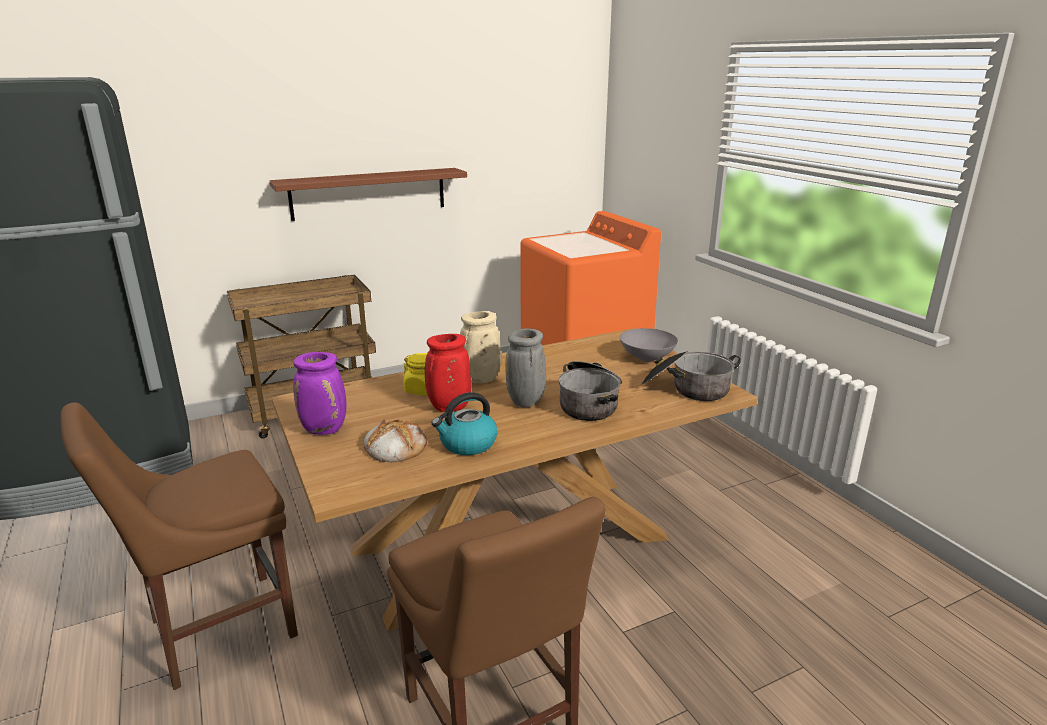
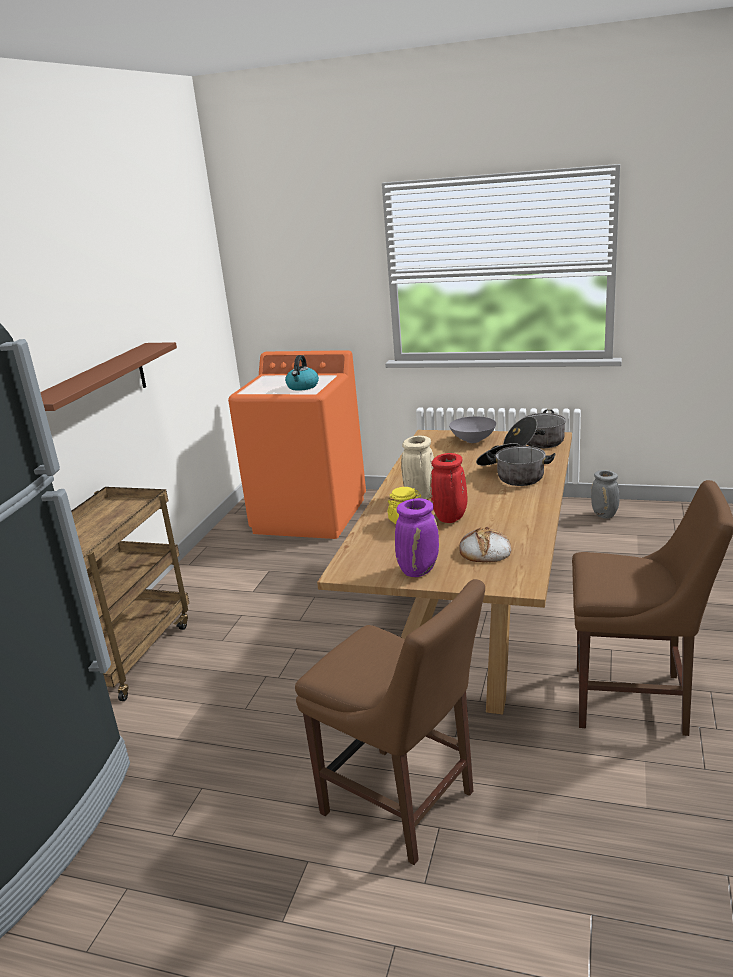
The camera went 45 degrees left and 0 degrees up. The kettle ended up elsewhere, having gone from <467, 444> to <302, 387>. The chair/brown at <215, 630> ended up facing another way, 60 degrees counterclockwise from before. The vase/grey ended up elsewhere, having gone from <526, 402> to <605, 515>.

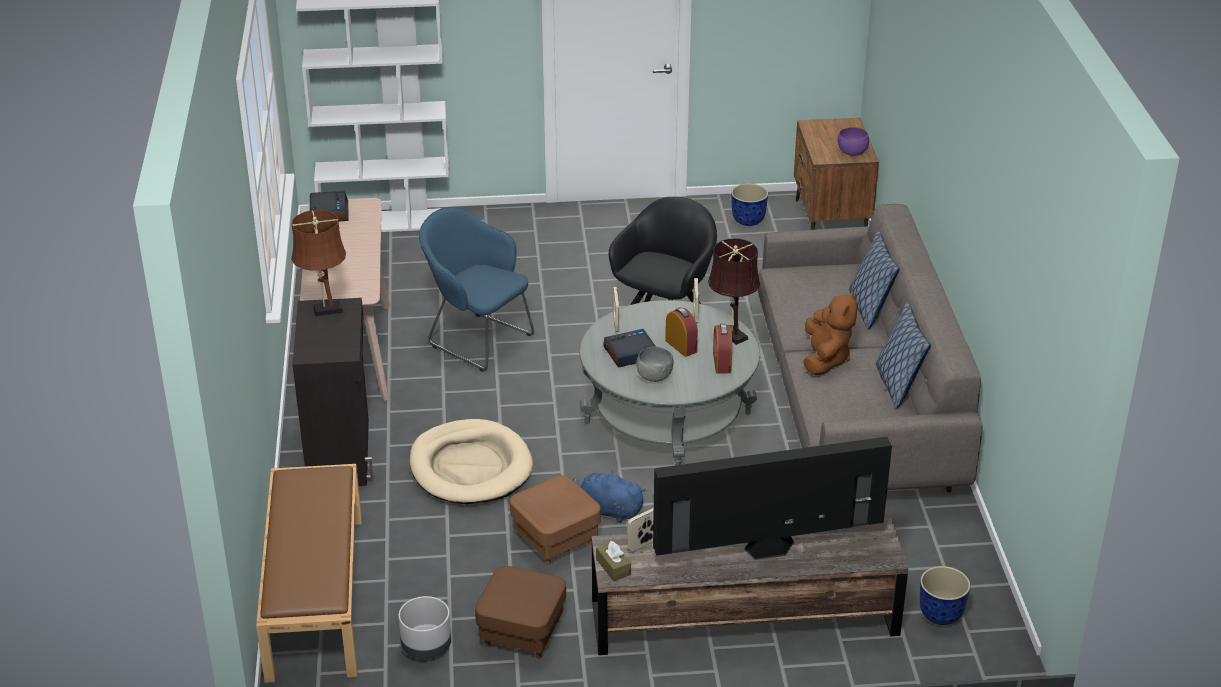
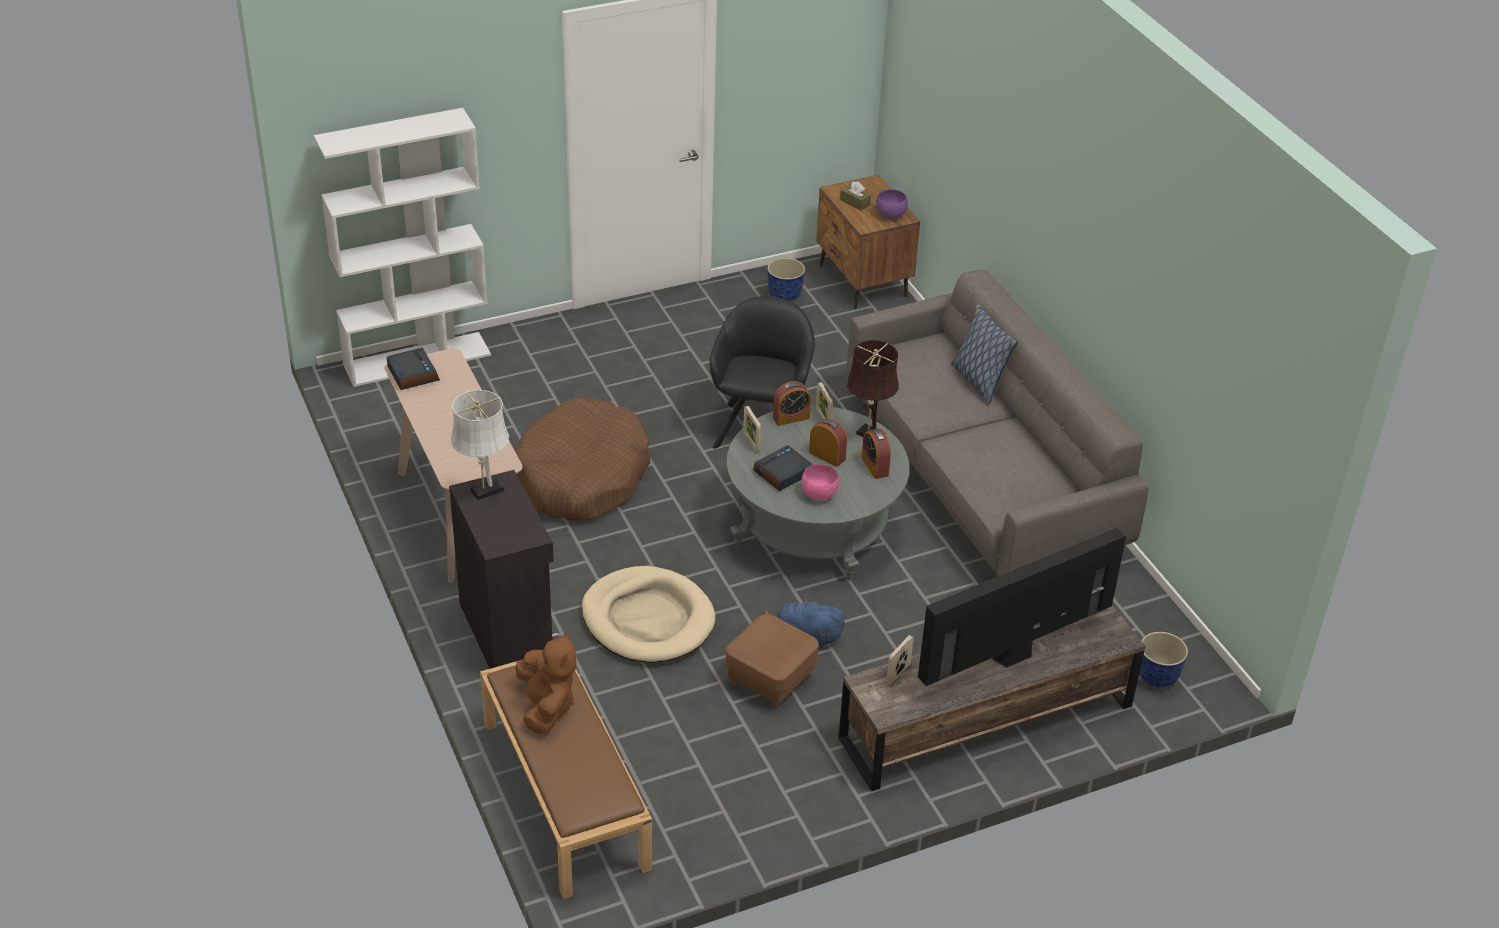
The camera went 20 degrees left and 5 degrees up. What was the table lamp/brown at <324, 310> turned into the table lamp/white at <484, 491>. Where the armchair/blue stood at <477, 339>, the dog bed/brown came to stand at <581, 477>. The plush toy/brown ended up elsewhere, having gone from <825, 359> to <546, 707>. The second view gained the alarm clock at <791, 418>. What was the bowl/grey at <655, 377> turned into the bowl/pink at <819, 494>. The tissue box/brown ended up elsewhere, having gone from <613, 567> to <855, 202>. The second view lost the planter/grey at <426, 647>. The second view lost the ottoman/brown at <522, 632>. The second view lost the pillow at <897, 385>.

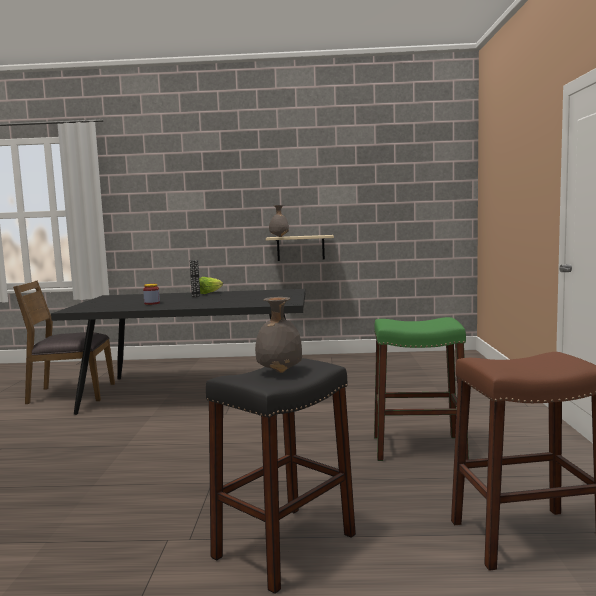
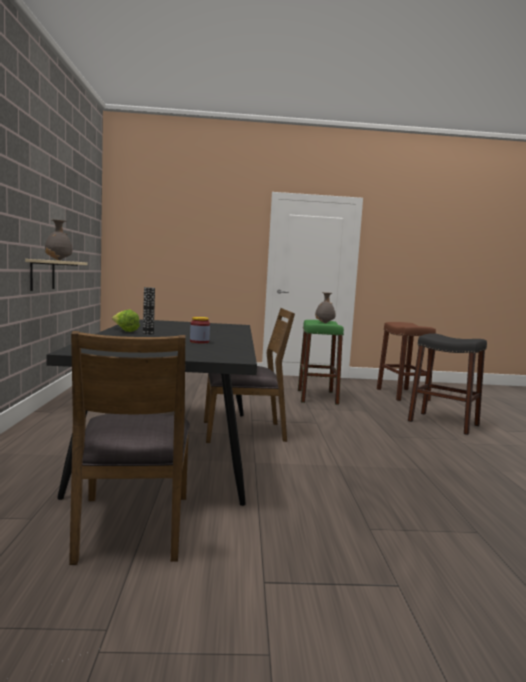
The camera went 95 degrees left and 0 degrees up. The second view gained the chair/brown at <244, 431>. The vase/grey ended up elsewhere, having gone from <278, 371> to <324, 323>.

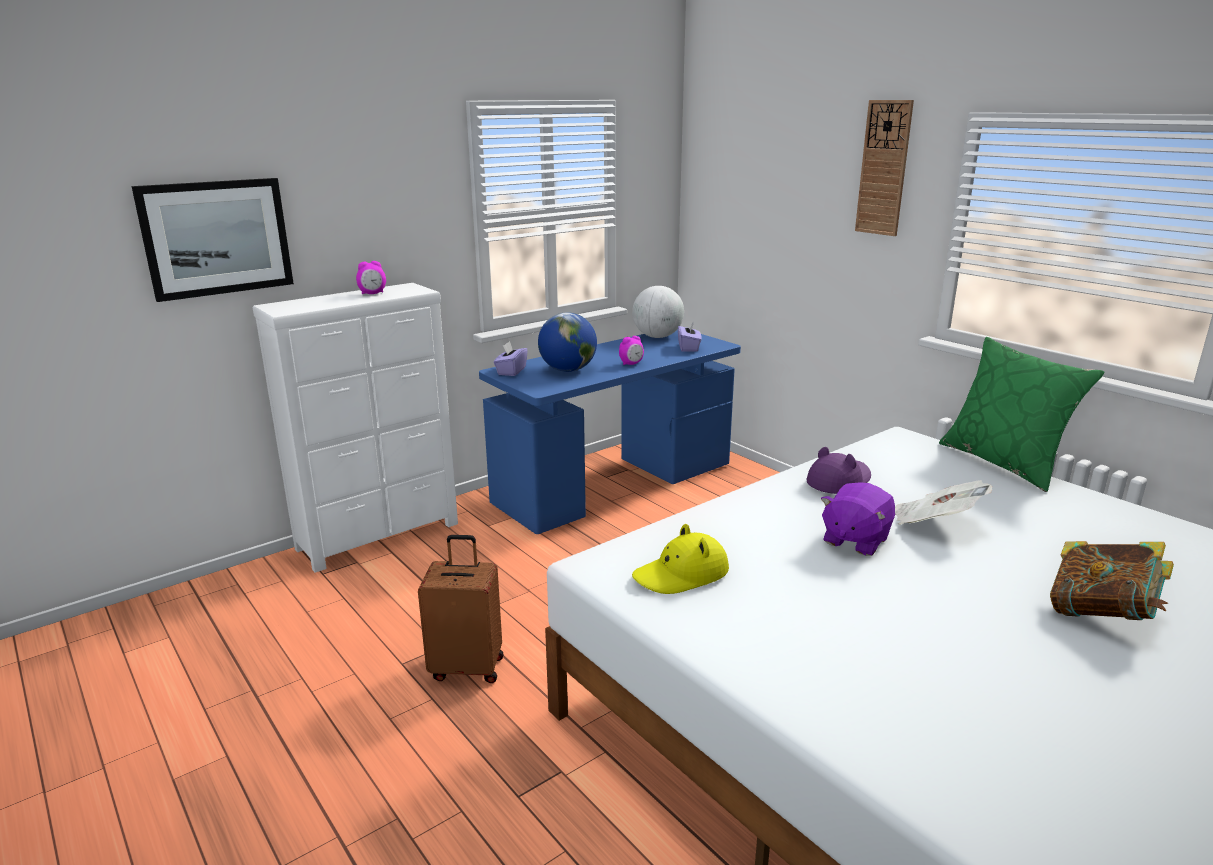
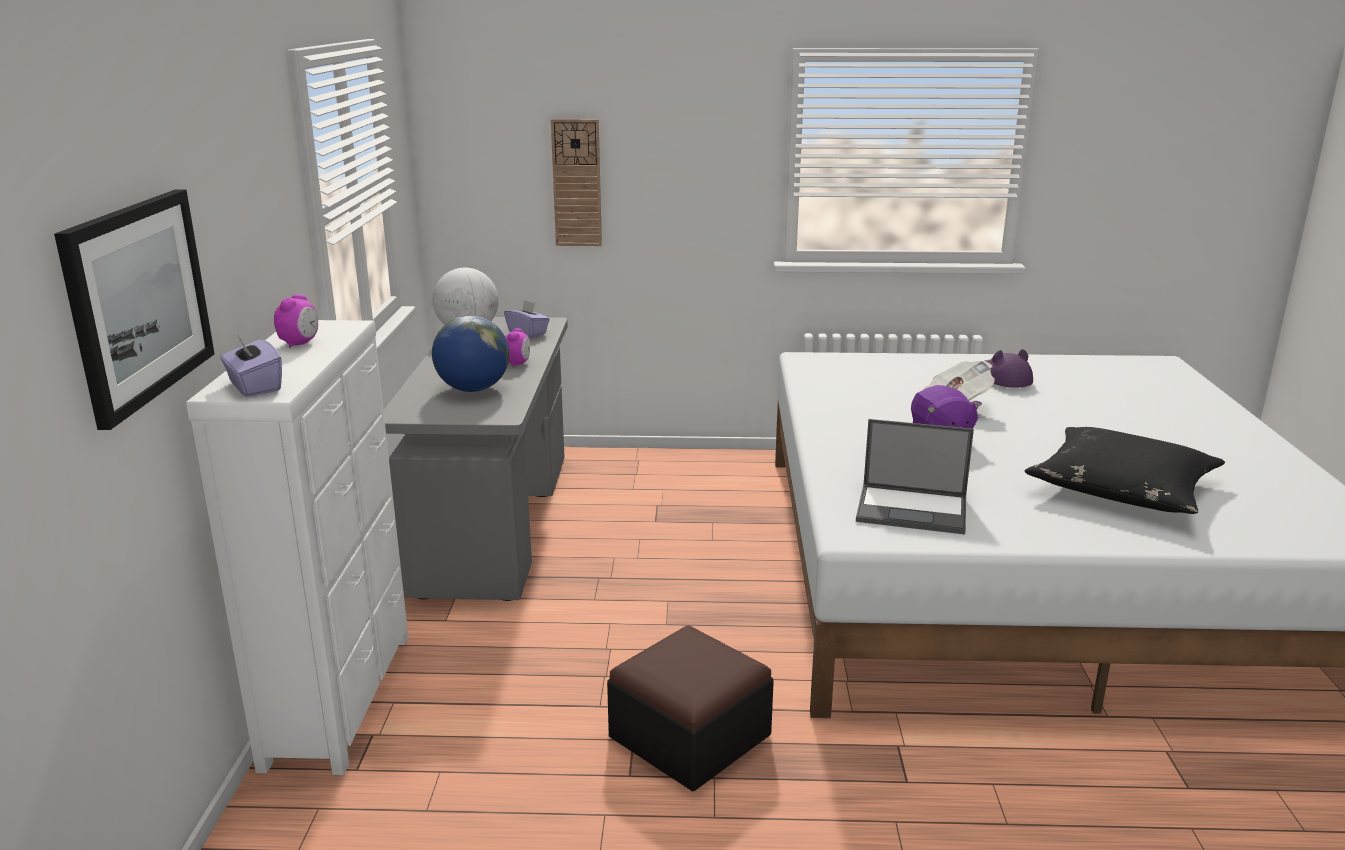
The camera went 50 degrees left and 0 degrees up. The tissue box/purple ended up elsewhere, having gone from <511, 371> to <254, 387>. What was the desk/blue at <615, 484> turned into the desk/grey at <494, 521>. The wall clock ended up elsewhere, having gone from <884, 168> to <577, 183>. Where the suitcase/brown stood at <467, 667>, the ottoman came to stand at <690, 736>. Where the hat/yellow stood at <681, 574>, the laptop came to stand at <913, 509>. The hat/purple ended up elsewhere, having gone from <838, 480> to <1003, 378>. The second view gained the pillow/black at <1122, 488>. The second view lost the pillow/green at <1004, 462>. The second view lost the book at <1101, 614>.

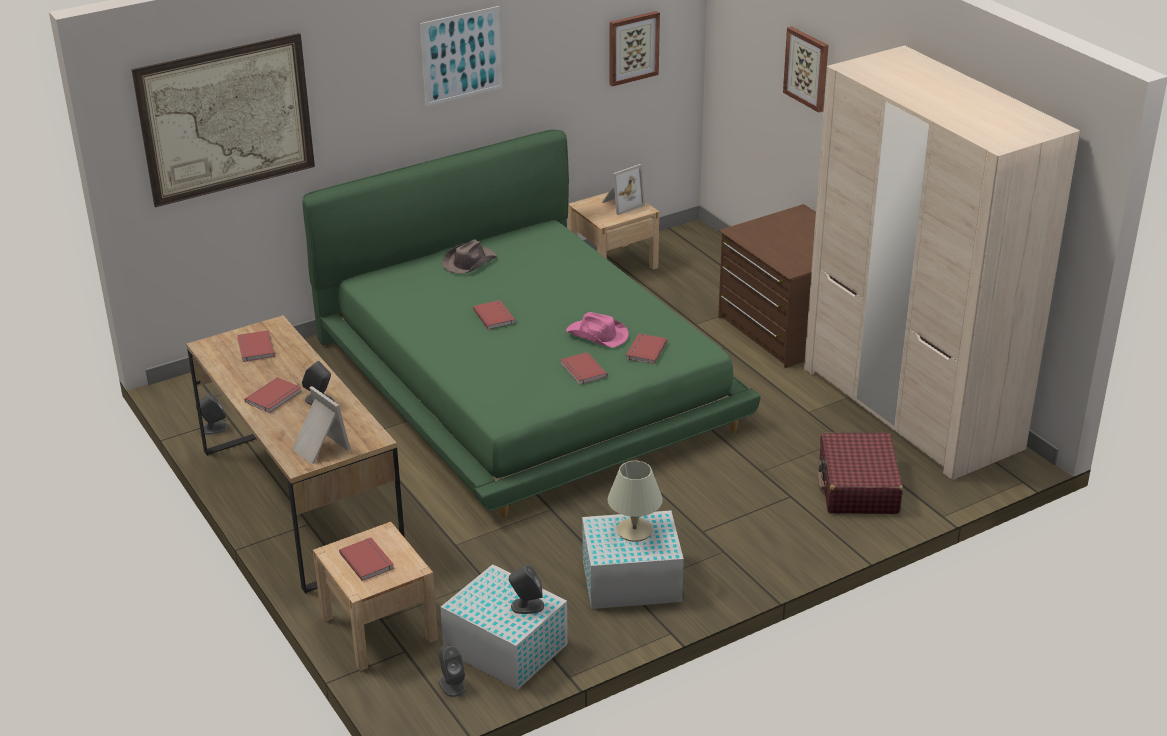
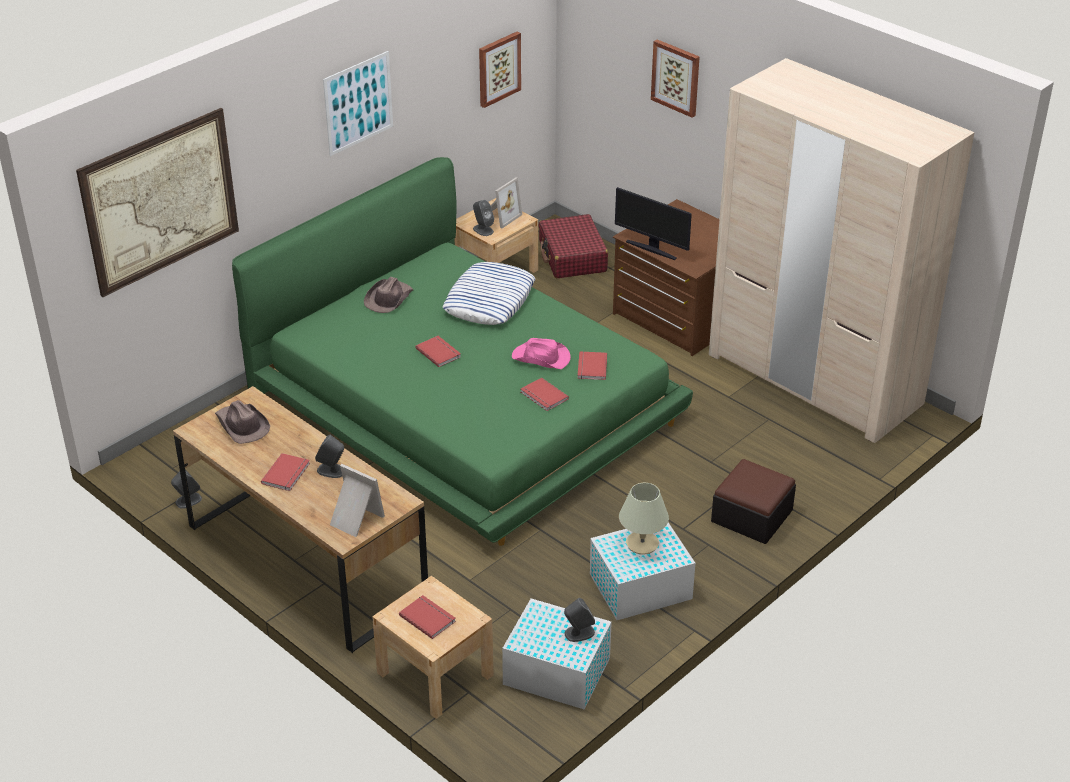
The camera went 15 degrees left and 5 degrees up. Where the book/red stood at <254, 348>, the hat/brown came to stand at <242, 425>. The second view gained the pillow at <489, 300>. The speaker/grey ended up elsewhere, having gone from <452, 685> to <483, 230>. The suitcase/red ended up elsewhere, having gone from <858, 486> to <572, 257>. The second view gained the monitor at <652, 249>. The second view gained the ottoman at <751, 516>.

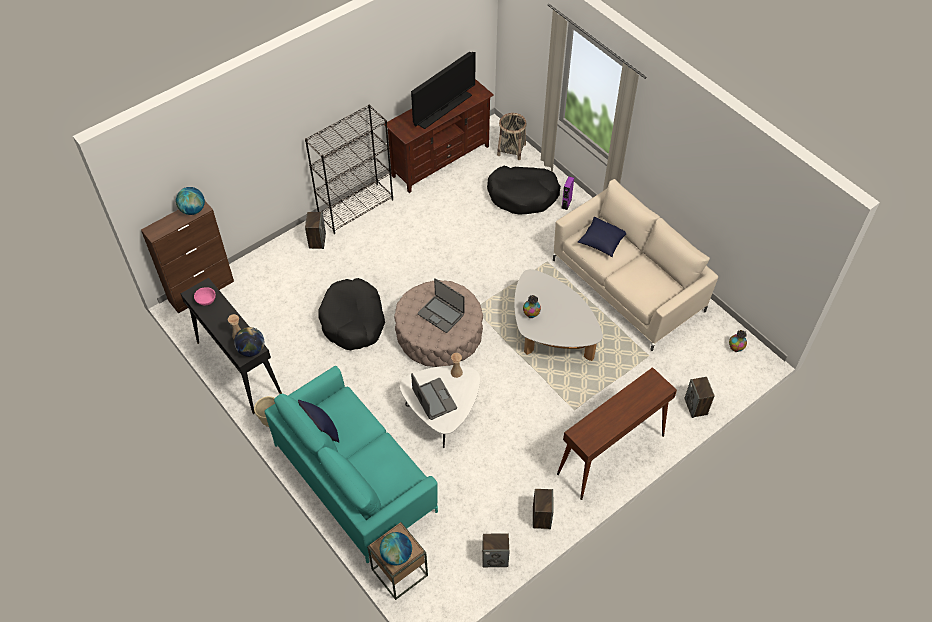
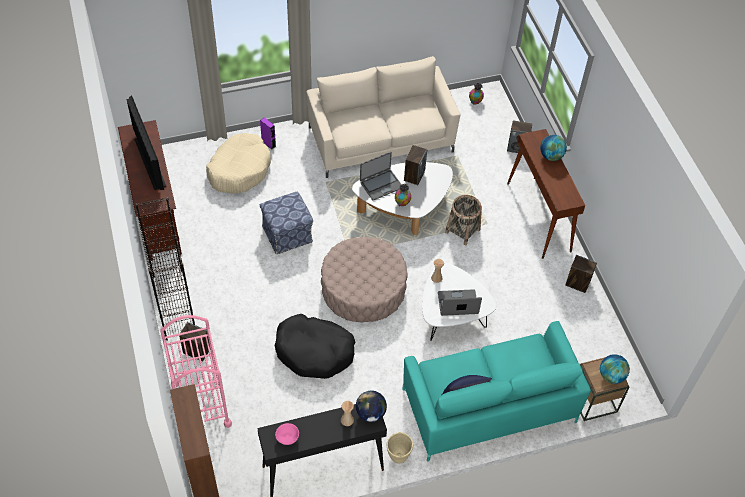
The camera went 70 degrees left and 0 degrees up. The second view gained the cart/pink at <201, 404>. What was the dog bed/black at <523, 195> turned into the dog bed/beige at <239, 169>. The second view gained the ottoman at <287, 234>. The laptop ended up elsewhere, having gone from <441, 314> to <381, 185>. The speaker ended up elsewhere, having gone from <495, 558> to <414, 175>. The basket ended up elsewhere, having gone from <511, 150> to <462, 231>. The globe ended up elsewhere, having gone from <193, 210> to <551, 156>. The second view lost the pillow/blue at <602, 242>.

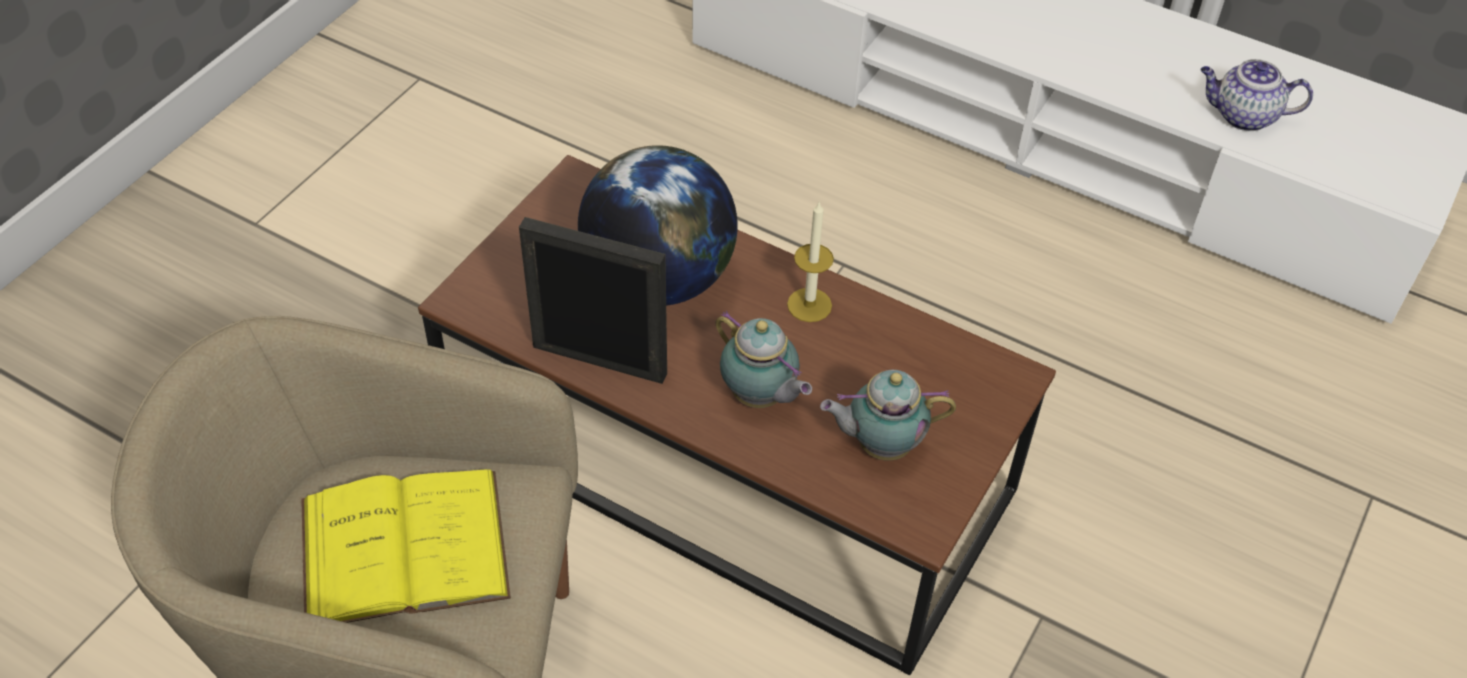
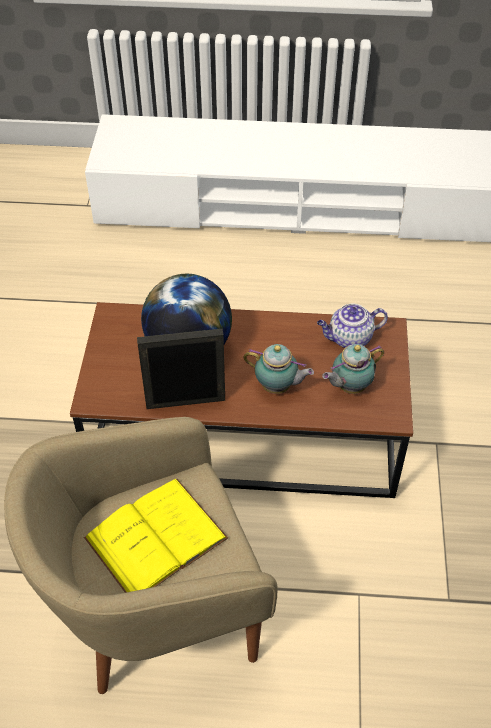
The camera went 25 degrees left and 0 degrees up. The teapot ended up elsewhere, having gone from <1242, 116> to <349, 339>. The second view lost the candle at <809, 305>.

